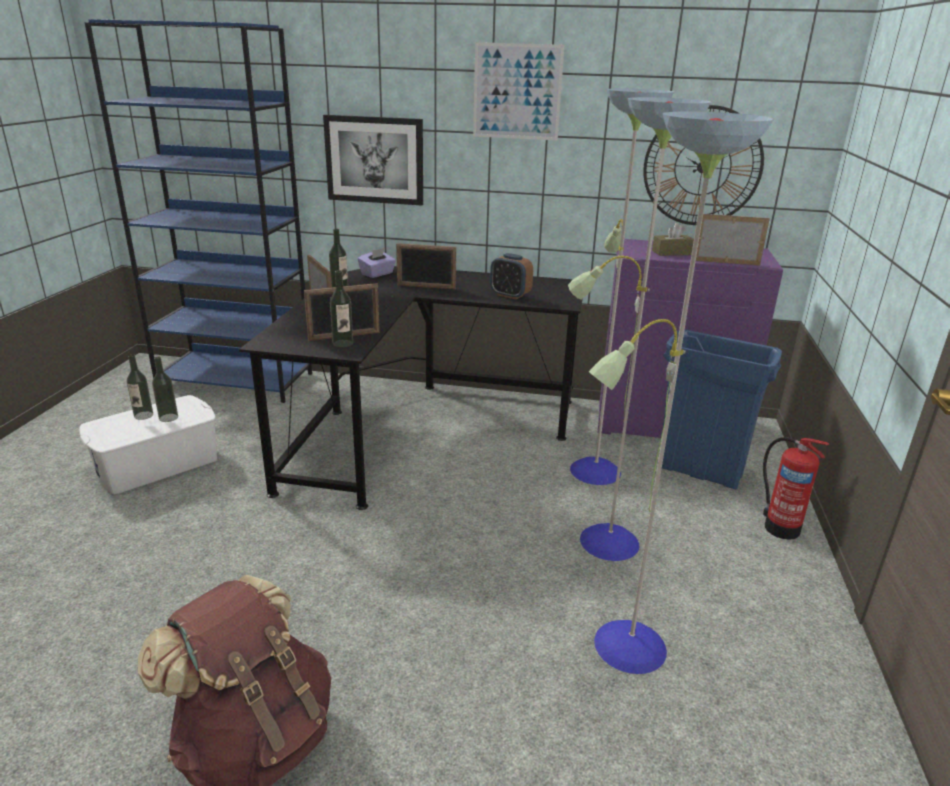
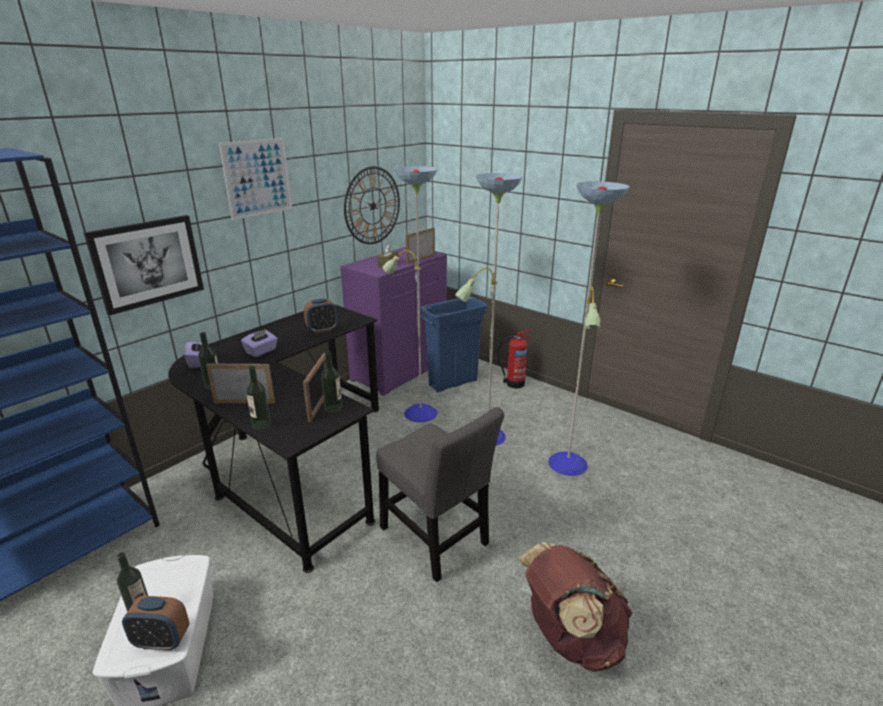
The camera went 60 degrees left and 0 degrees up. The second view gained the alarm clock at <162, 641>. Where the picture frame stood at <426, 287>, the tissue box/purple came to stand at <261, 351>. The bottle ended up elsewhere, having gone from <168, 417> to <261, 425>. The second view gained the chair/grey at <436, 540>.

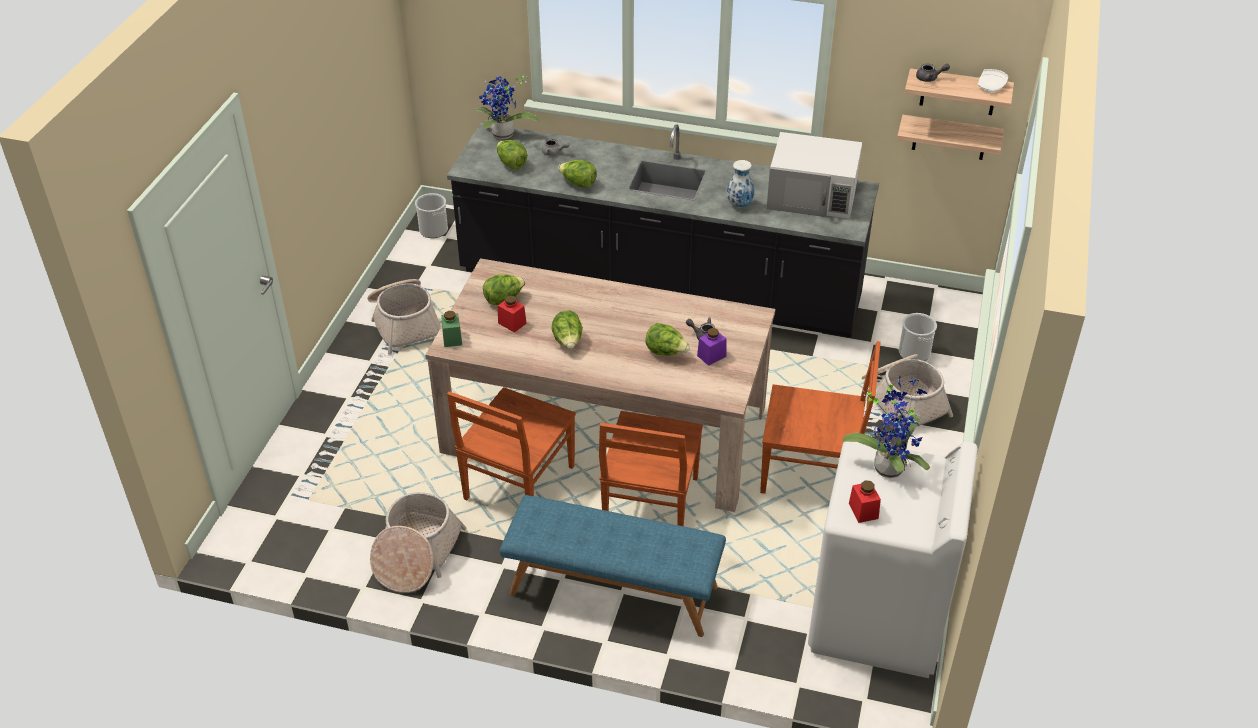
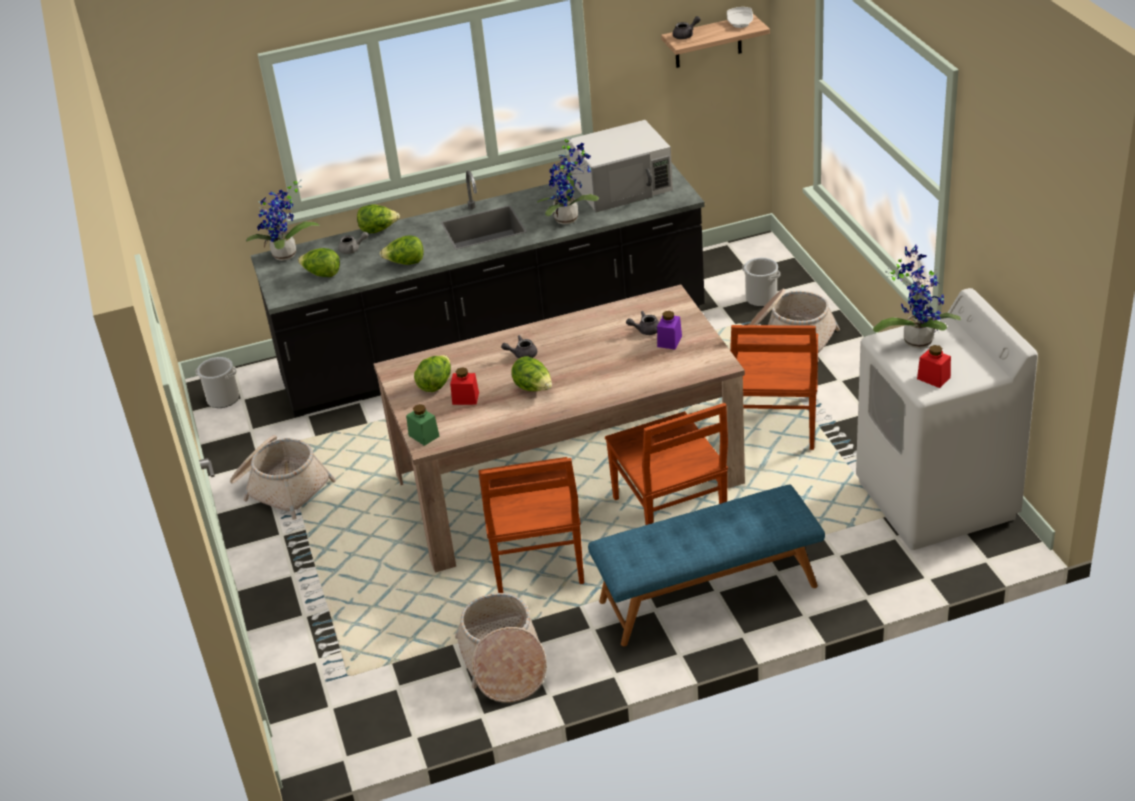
The camera went 30 degrees left and 5 degrees down. The lettuce ended up elsewhere, having gone from <666, 352> to <378, 230>. The second view gained the teapot/grey at <522, 354>. Where the vase stood at <739, 205>, the potted plant came to stand at <569, 219>. The chair/brown at <811, 473> ended up facing another way, 120 degrees clockwise from before. The second view lost the shelf at <949, 137>.

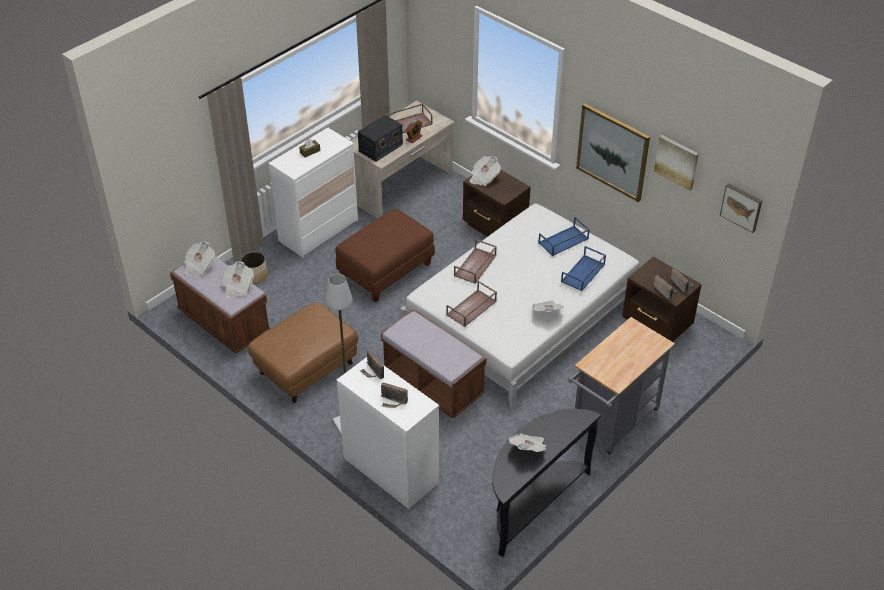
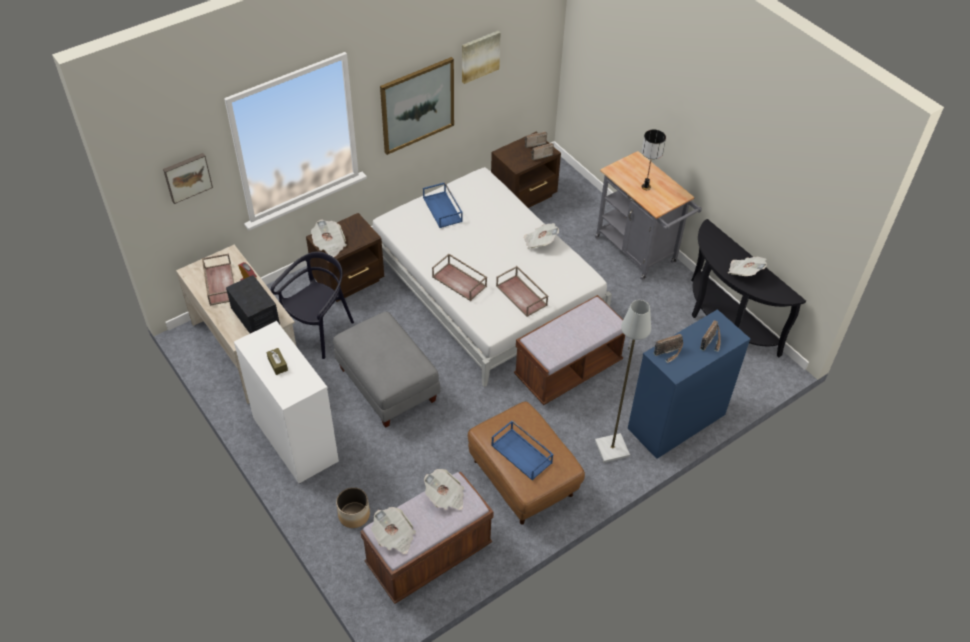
The camera went 80 degrees left and 5 degrees up. The picture ended up elsewhere, having gone from <742, 207> to <187, 177>. The second view gained the chair/black at <318, 330>. What was the ottoman/brown at <385, 270> turned into the ottoman/grey at <386, 384>. The tray/blue ended up elsewhere, having gone from <583, 273> to <522, 454>. What was the dresser/white at <391, 470> turned into the dresser/blue at <676, 421>. The second view gained the table lamp at <645, 187>.

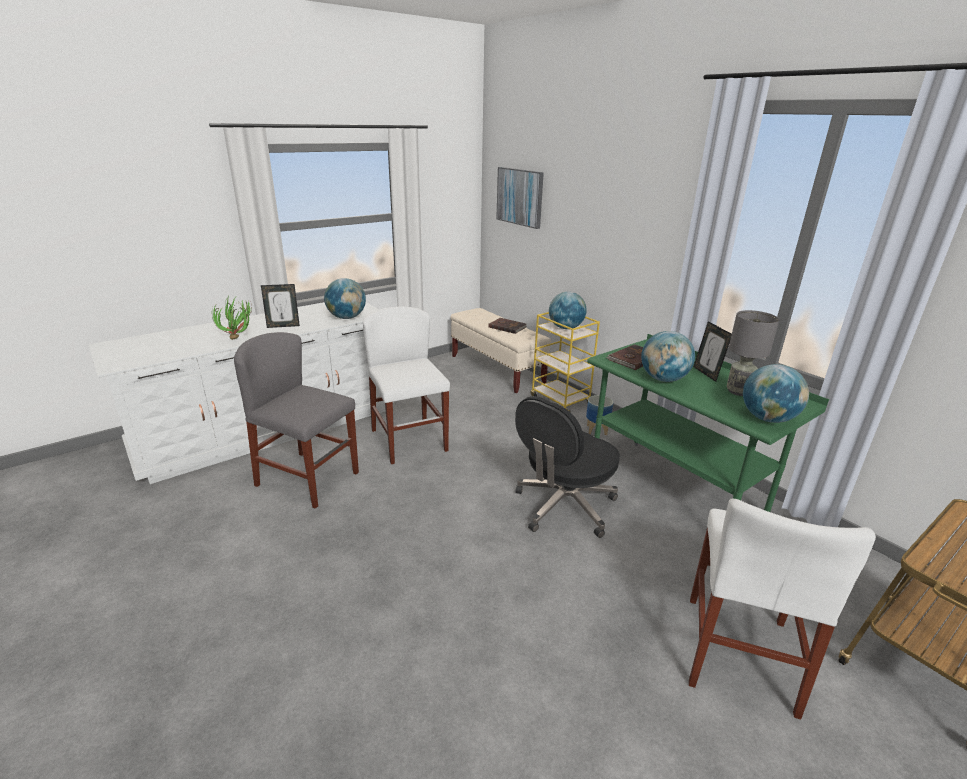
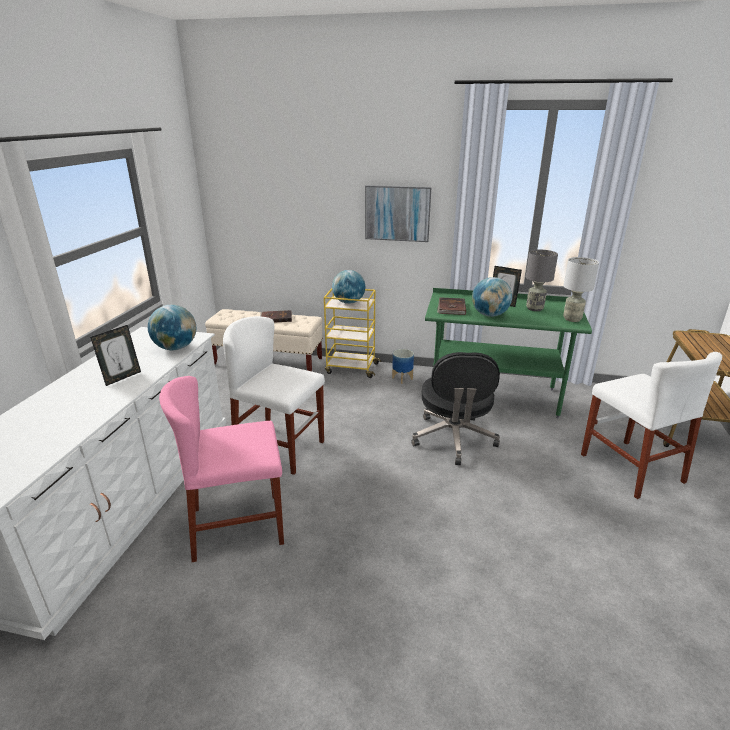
The camera went 40 degrees left and 0 degrees up. What was the chair/grey at <308, 479> turned into the chair/pink at <237, 526>. The picture ended up elsewhere, having gone from <520, 197> to <397, 213>. Where the globe stood at <767, 419>, the table lamp/grey came to stand at <572, 319>. The second view lost the potted plant at <239, 339>.

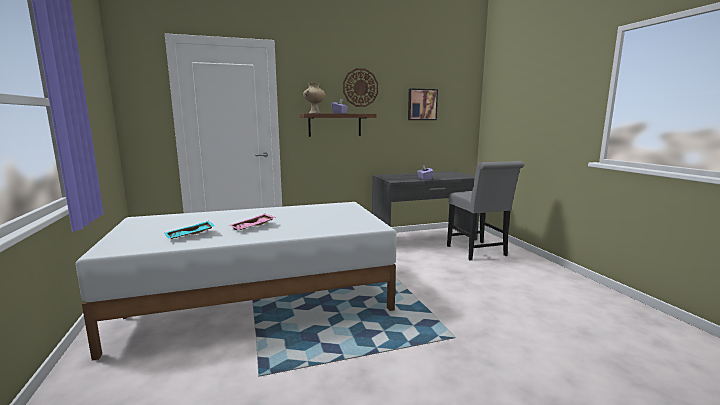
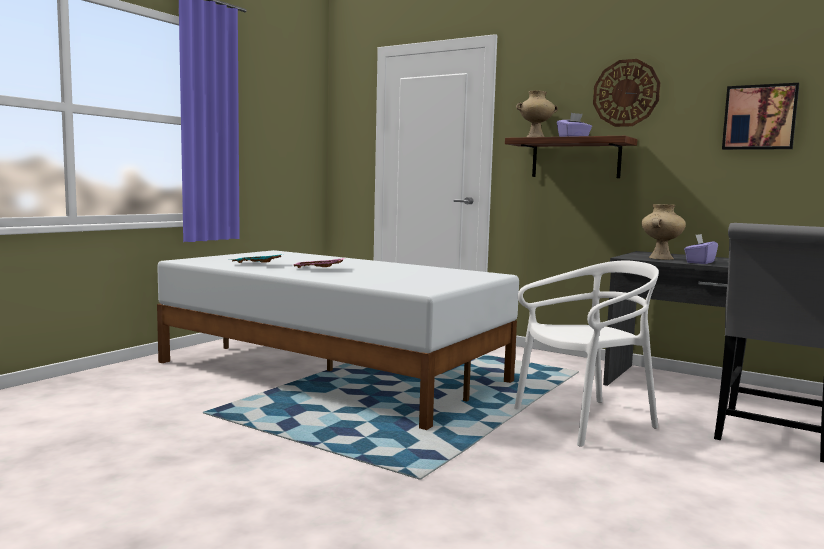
The camera went 50 degrees right and 5 degrees down. The second view gained the chair/white at <585, 420>. The second view gained the vase/beige at <660, 258>.

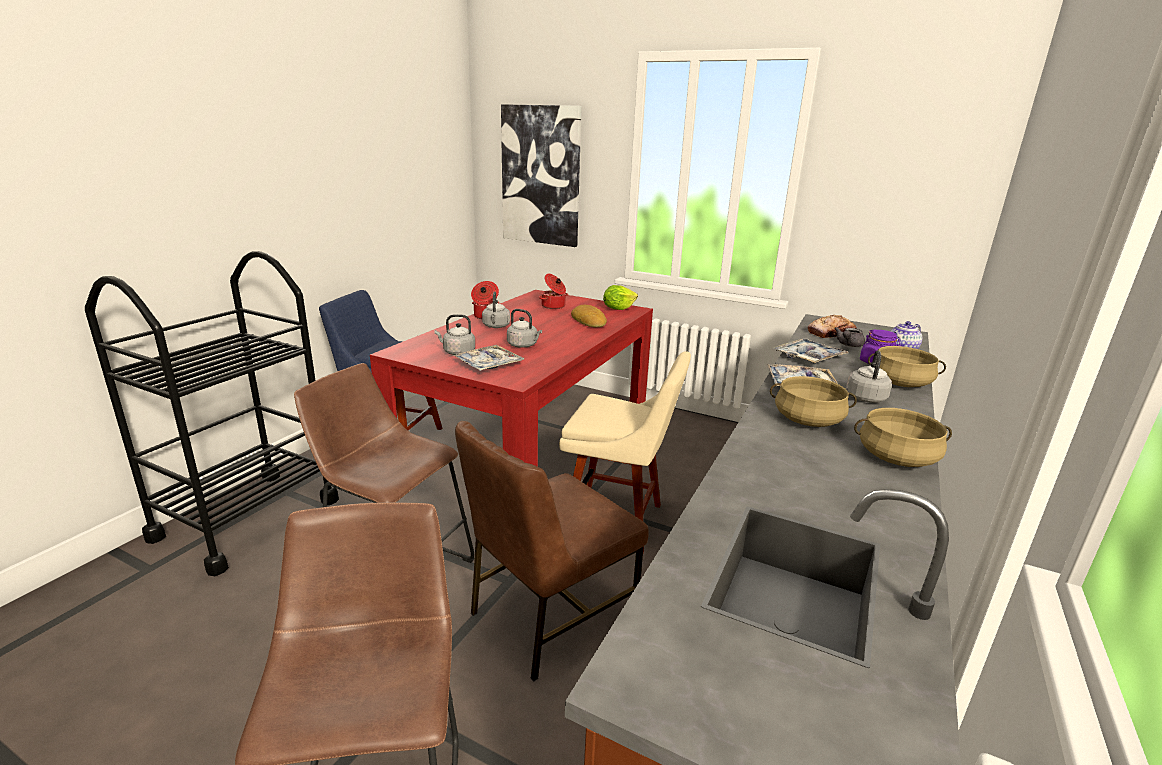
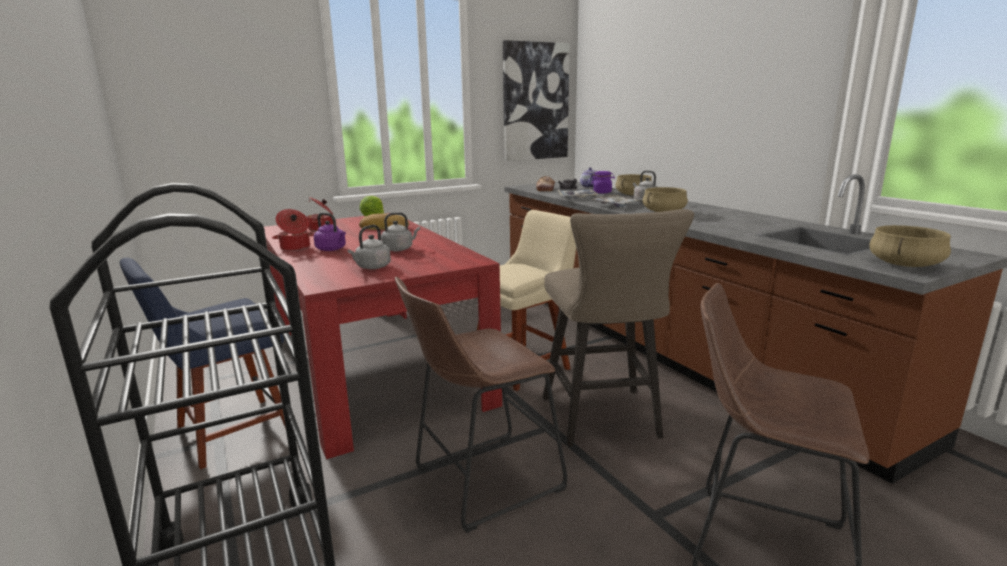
The camera went 55 degrees left and 5 degrees down. What was the kettle/grey at <496, 326> turned into the kettle/purple at <332, 249>. The picture ended up elsewhere, having gone from <541, 176> to <535, 102>. Where the chair/brown stood at <549, 615>, the stool/beige came to stand at <604, 421>. The cooking pot/beige ended up elsewhere, having gone from <897, 458> to <904, 264>. The second view lost the tray at <488, 364>.

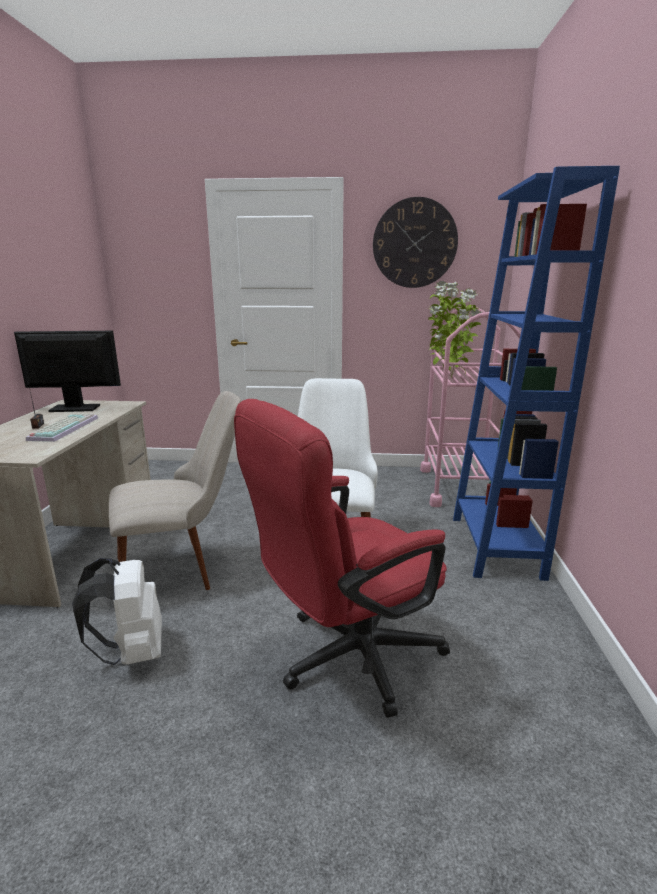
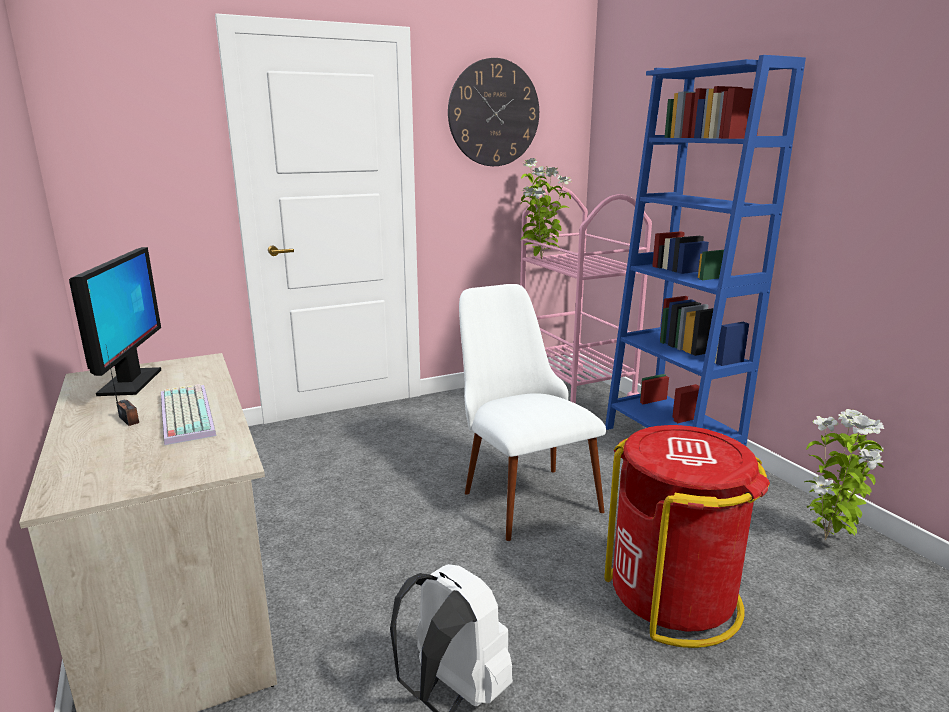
The camera went 30 degrees left and 0 degrees up. The monitor at <75, 408> ended up facing another way, 120 degrees clockwise from before. Where the office chair/red stood at <346, 658>, the trash can/red came to stand at <673, 598>. The potted plant ended up elsewhere, having gone from <453, 378> to <827, 540>. The second view lost the chair/beige at <182, 568>.

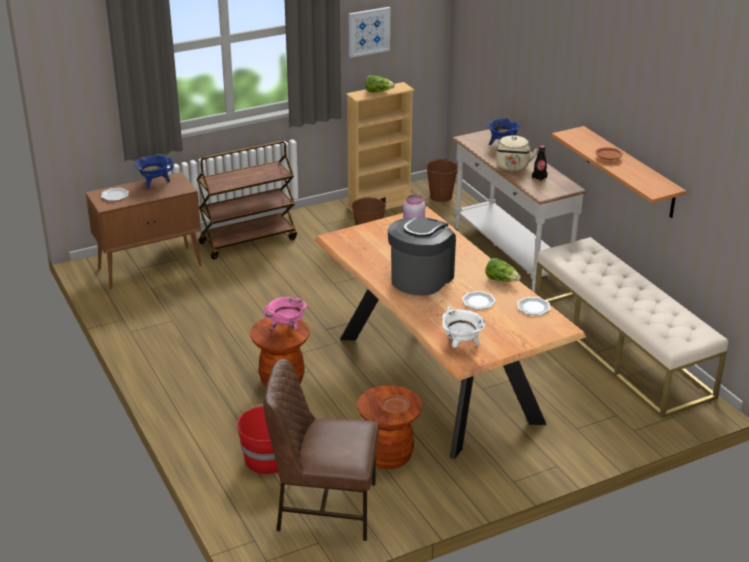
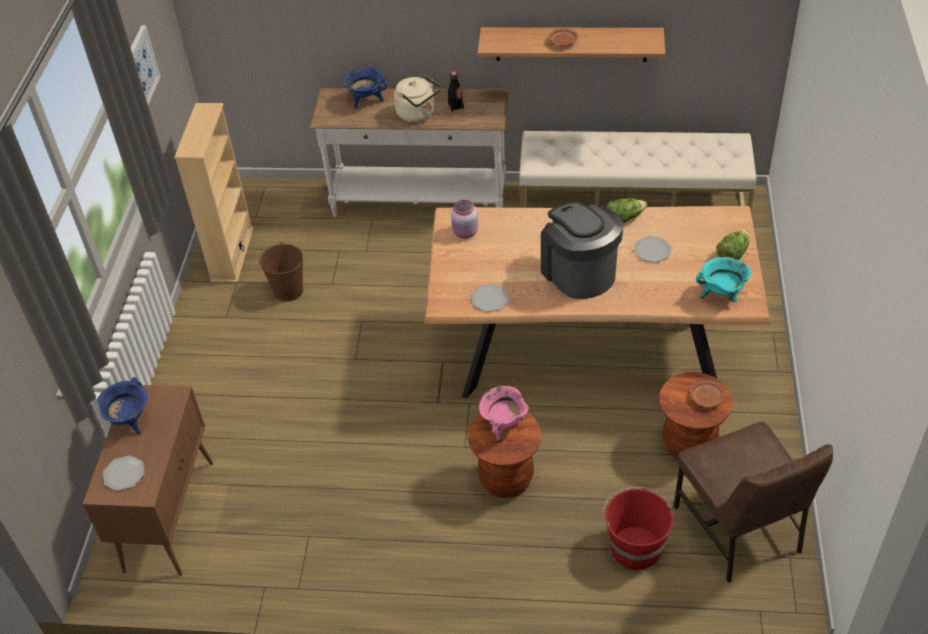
The camera went 55 degrees left and 15 degrees up. The plate ended up elsewhere, having gone from <533, 307> to <490, 299>. The chair/brown at <324, 507> ended up facing another way, 60 degrees counterclockwise from before. What was the cooking pot/white at <461, 345> turned into the cooking pot/turquoise at <721, 295>. The lettuce ended up elsewhere, having gone from <378, 91> to <732, 253>. The second view lost the cart/brown at <248, 240>. The second view lost the bucket/brown at <441, 196>.

